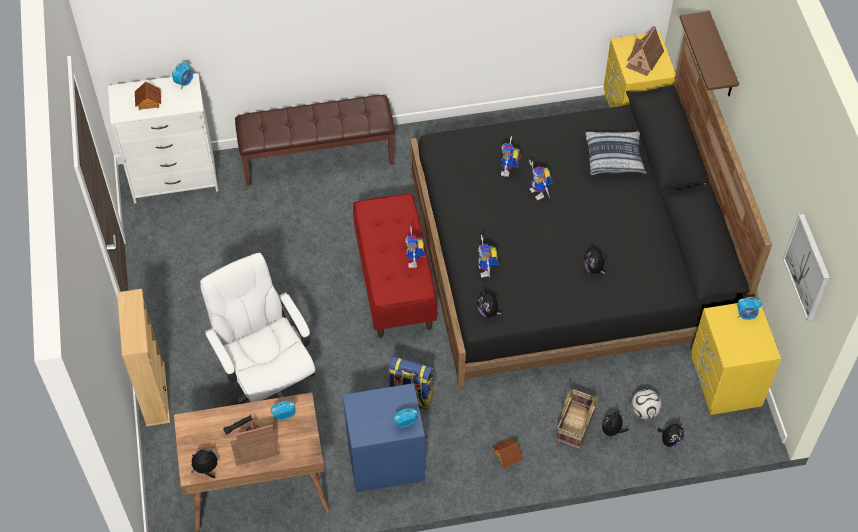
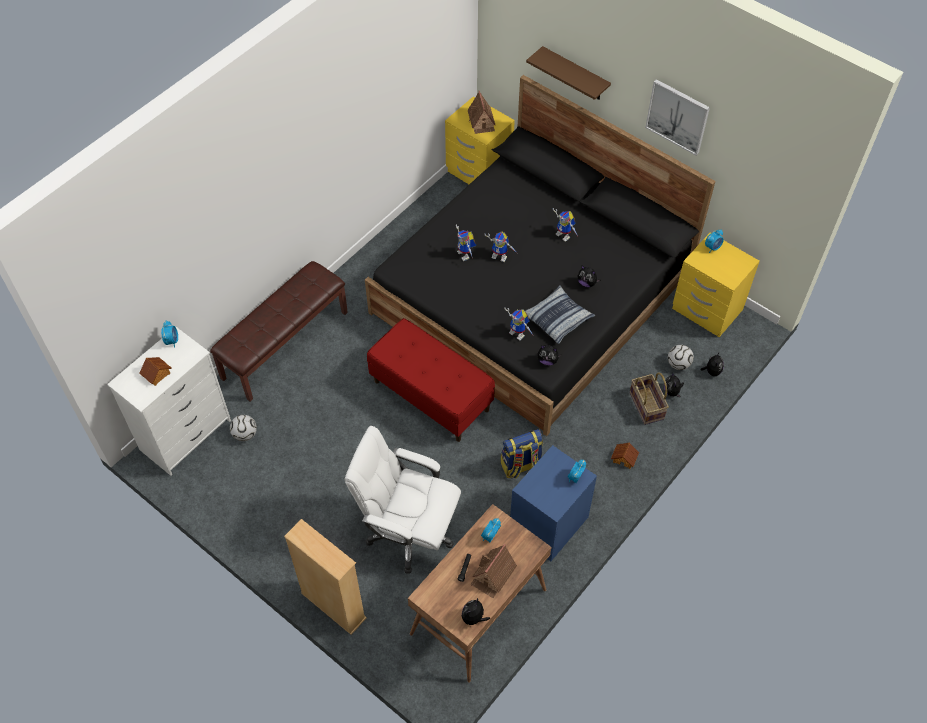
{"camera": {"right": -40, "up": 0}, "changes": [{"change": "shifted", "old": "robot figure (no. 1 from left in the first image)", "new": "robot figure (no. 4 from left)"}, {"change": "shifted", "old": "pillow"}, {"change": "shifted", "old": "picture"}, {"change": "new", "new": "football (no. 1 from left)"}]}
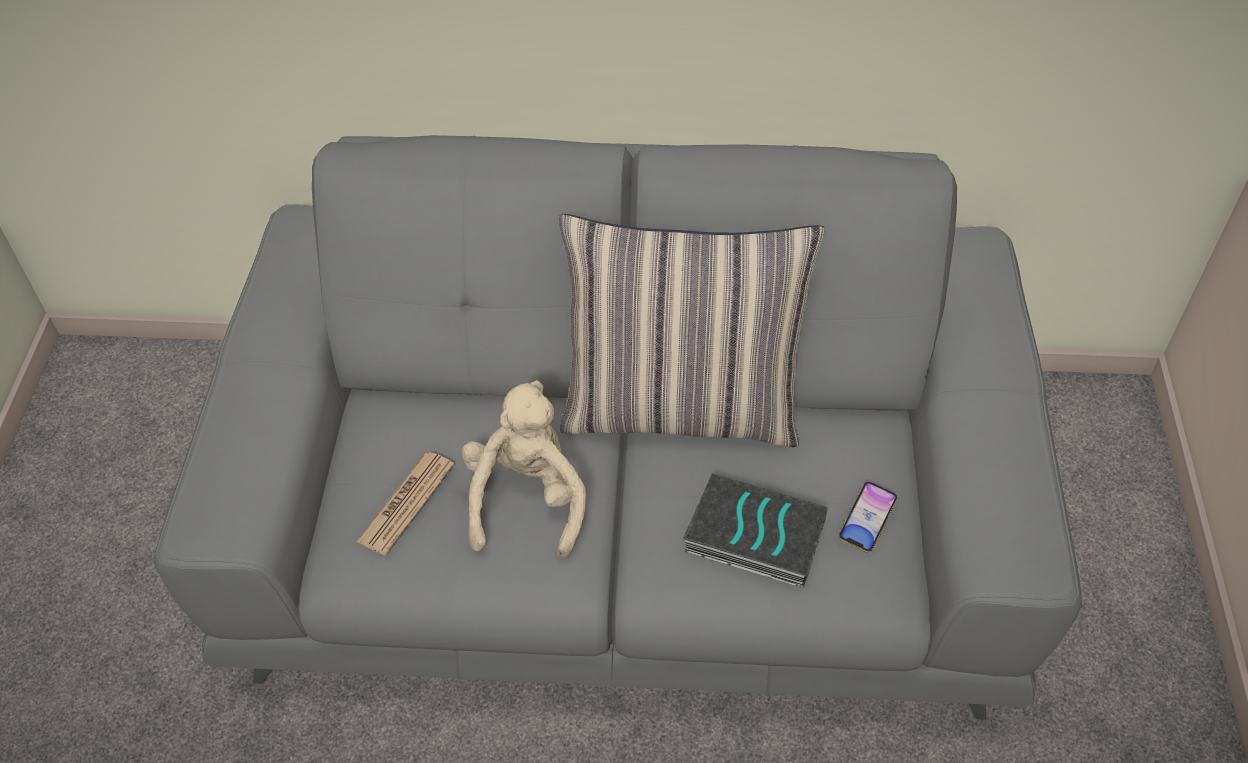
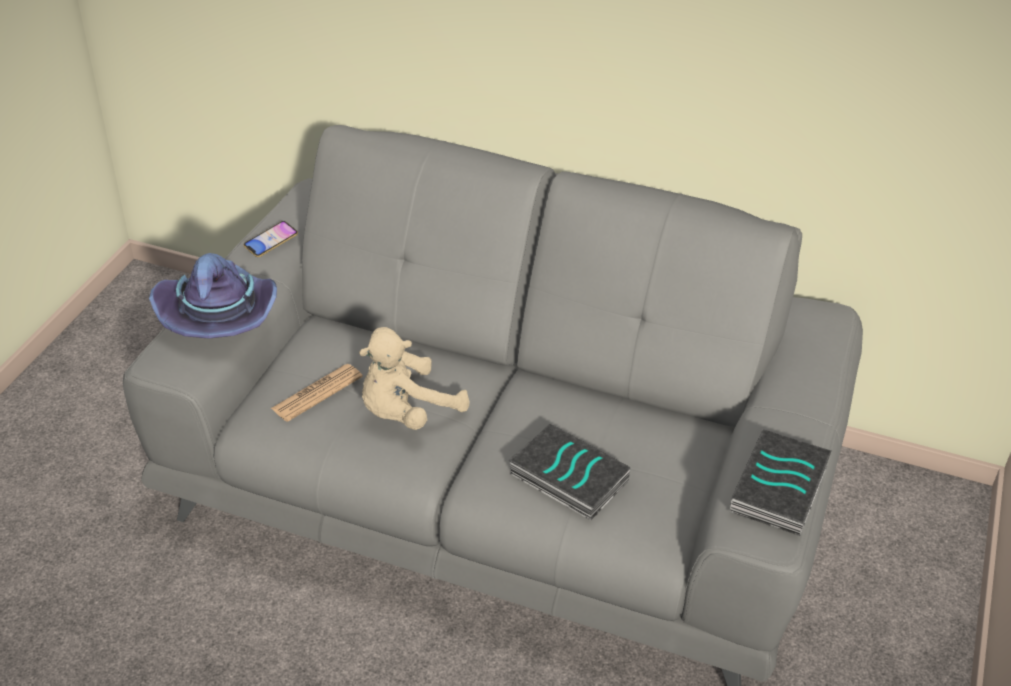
{"camera": {"right": 15, "up": -10}, "changes": [{"change": "rotated", "old": "plush toy/beige-coloured", "degrees": -150}, {"change": "gone", "old": "pillow"}, {"change": "shifted", "old": "handset"}, {"change": "new", "new": "clothing hat/purplish"}, {"change": "new", "new": "volume (no. 2 from left)"}]}
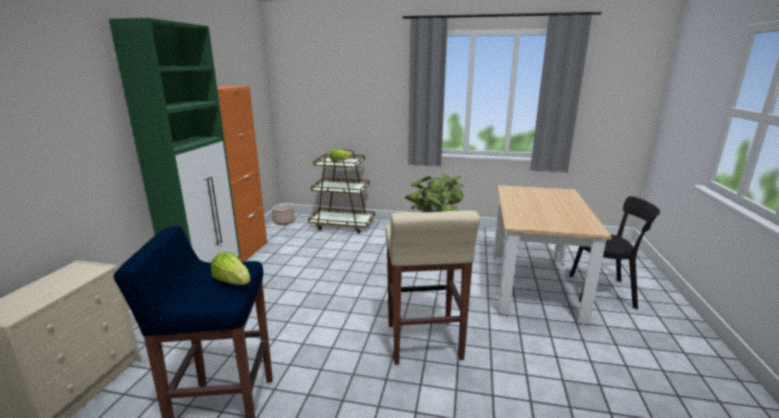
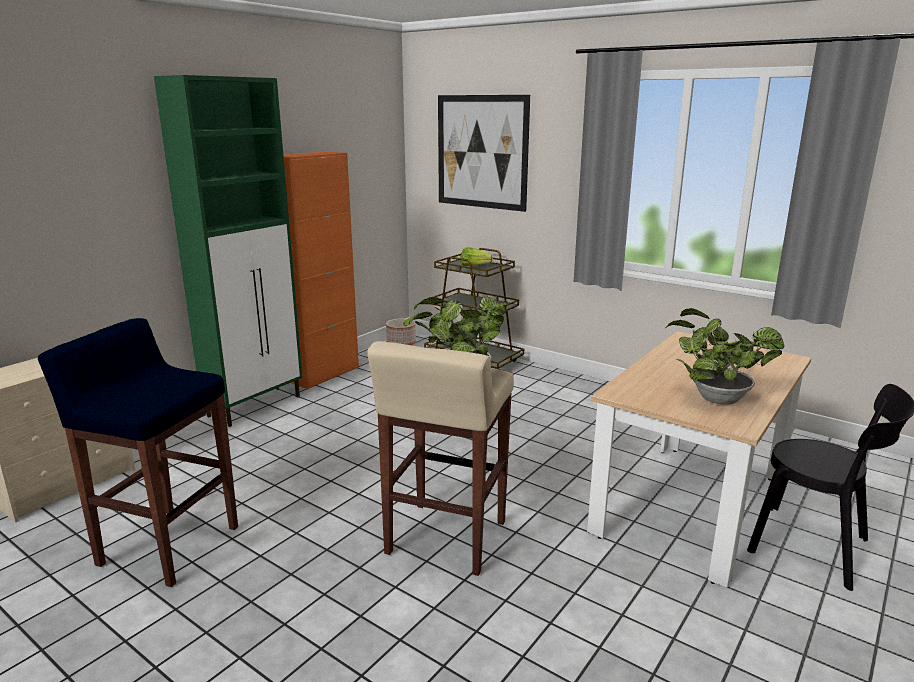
{"camera": {"right": 25, "up": 0}, "changes": [{"change": "gone", "old": "lettuce head (no. 1 from left)"}, {"change": "new", "new": "picture"}, {"change": "new", "new": "potted plant (no. 2 from left)"}]}
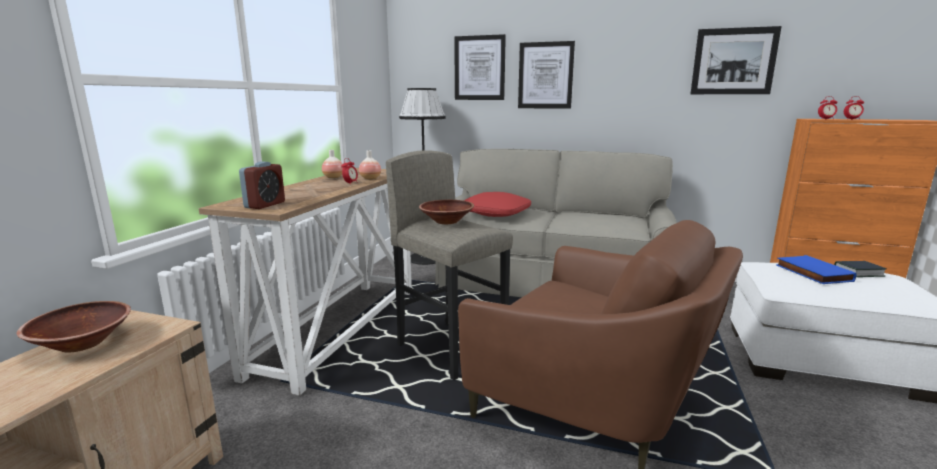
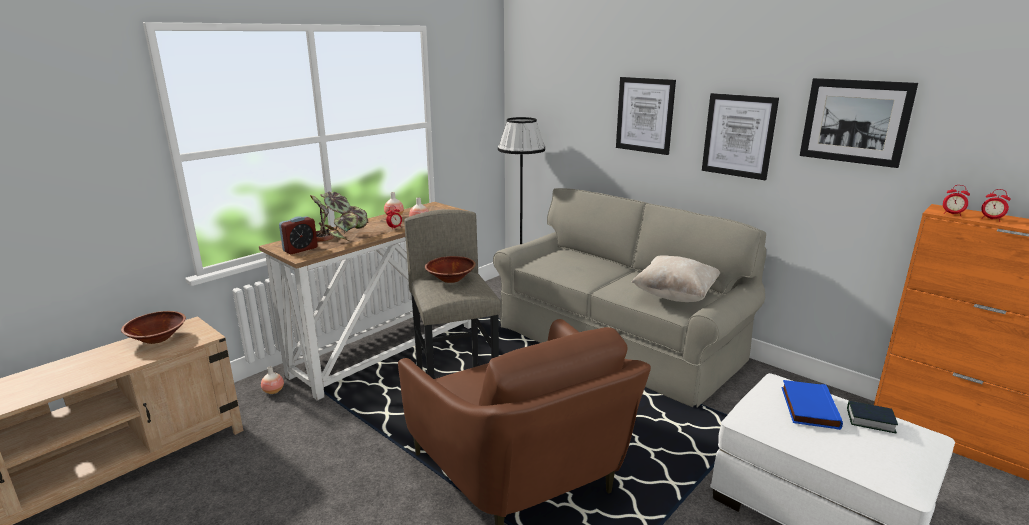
{"camera": {"right": 25, "up": 5}, "changes": [{"change": "shifted", "old": "picture (no. 1 from left in the first image)", "new": "picture (no. 2 from left)"}, {"change": "gone", "old": "pillow/red-coloured"}, {"change": "new", "new": "flower vase (no. 1 from left)"}, {"change": "new", "new": "potted plant"}, {"change": "new", "new": "pillow/beige-coloured"}]}
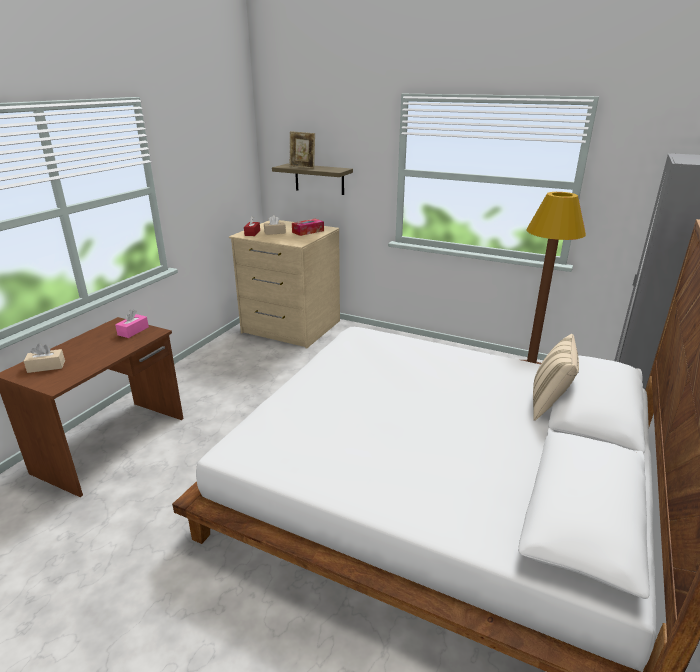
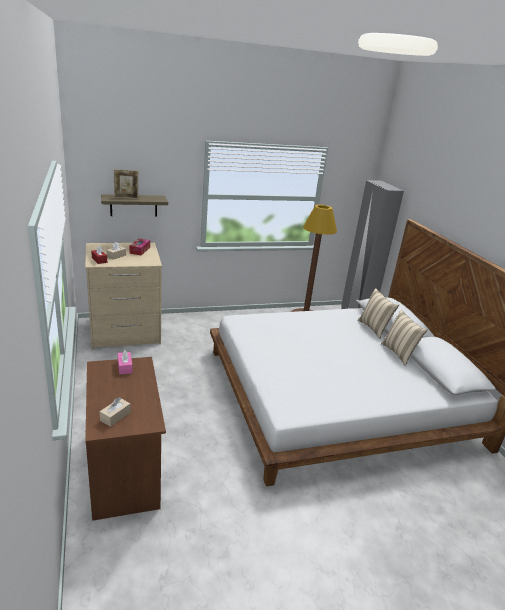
{"camera": {"right": -45, "up": 0}, "changes": [{"change": "new", "new": "pillow/beige-coloured (no. 2 from left)"}]}
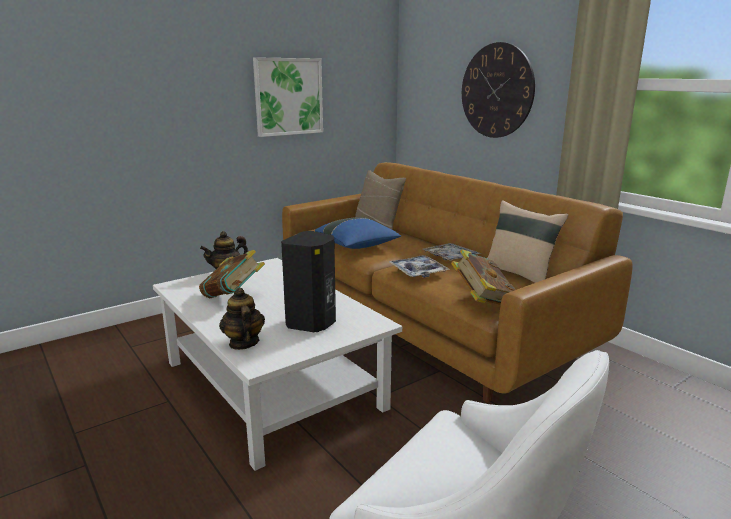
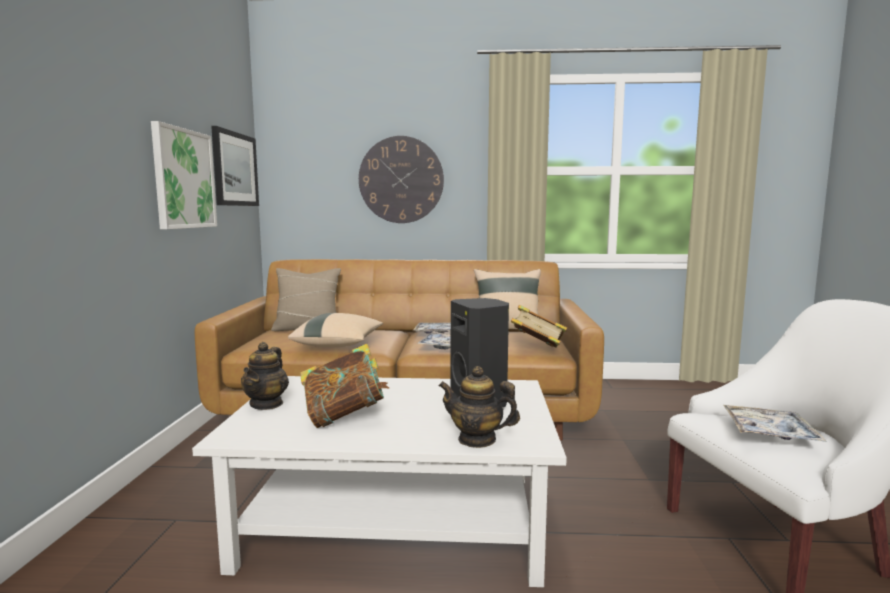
{"camera": {"right": -50, "up": -10}, "changes": [{"change": "repainted", "old": "pillow/bluish", "new": "pillow/beige-coloured (no. 2 from left)"}, {"change": "new", "new": "picture (no. 2 from left)"}, {"change": "new", "new": "carrying tray (no. 3 from left)"}]}
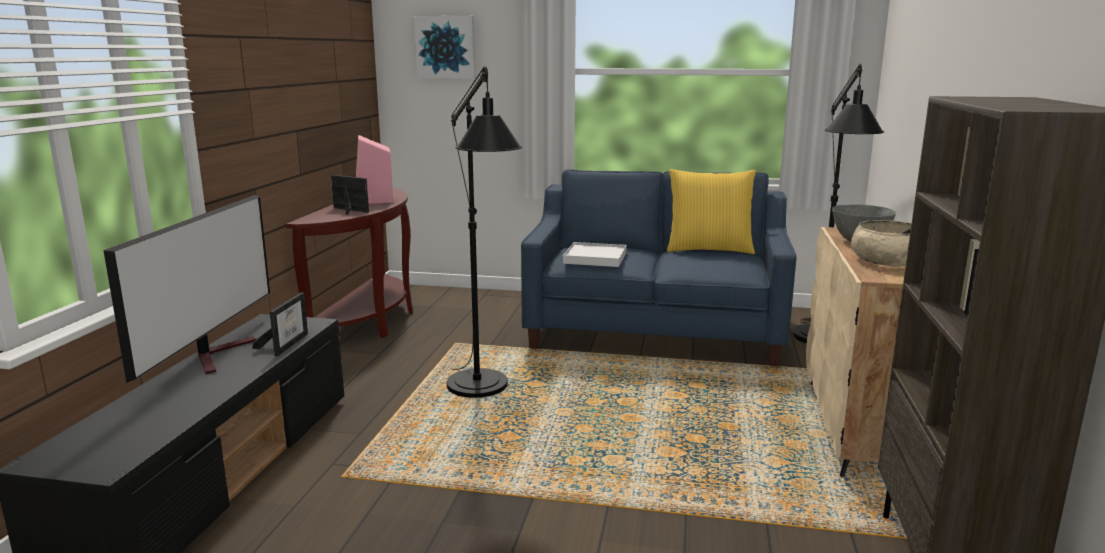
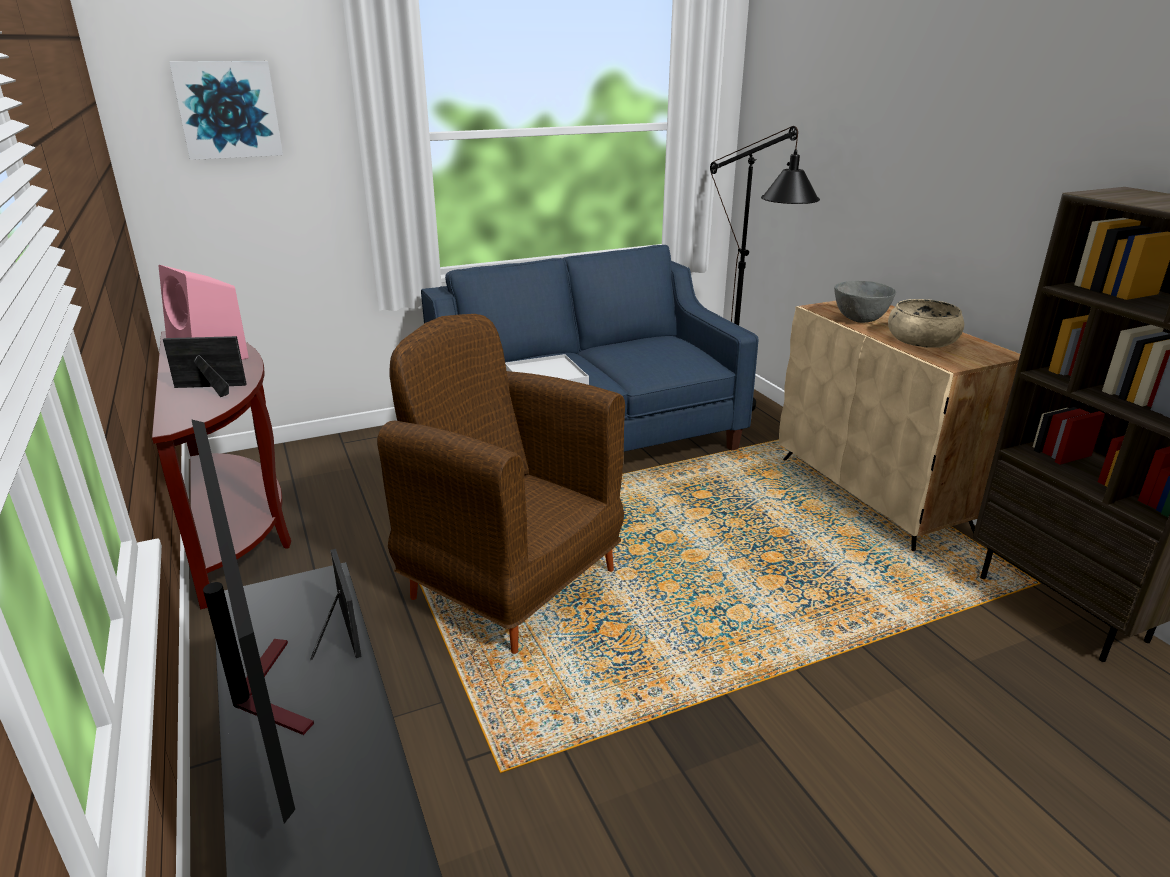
{"camera": {"right": -35, "up": 10}, "changes": [{"change": "swapped", "old": "standard lamp/black-coloured (no. 1 from left)", "new": "easy chair/brownish"}, {"change": "gone", "old": "pillow/yellow-coloured"}]}
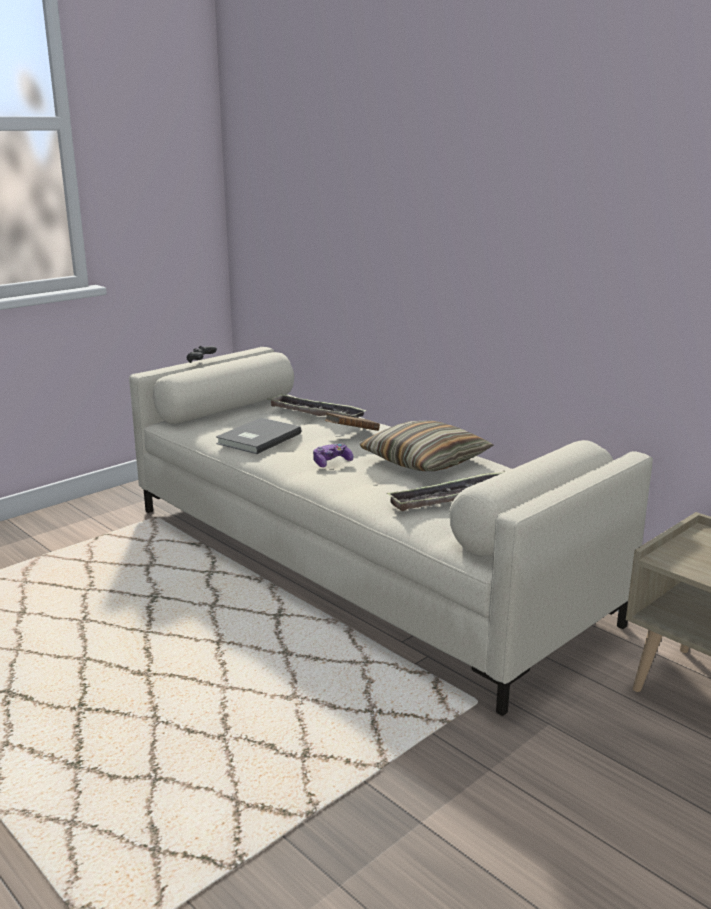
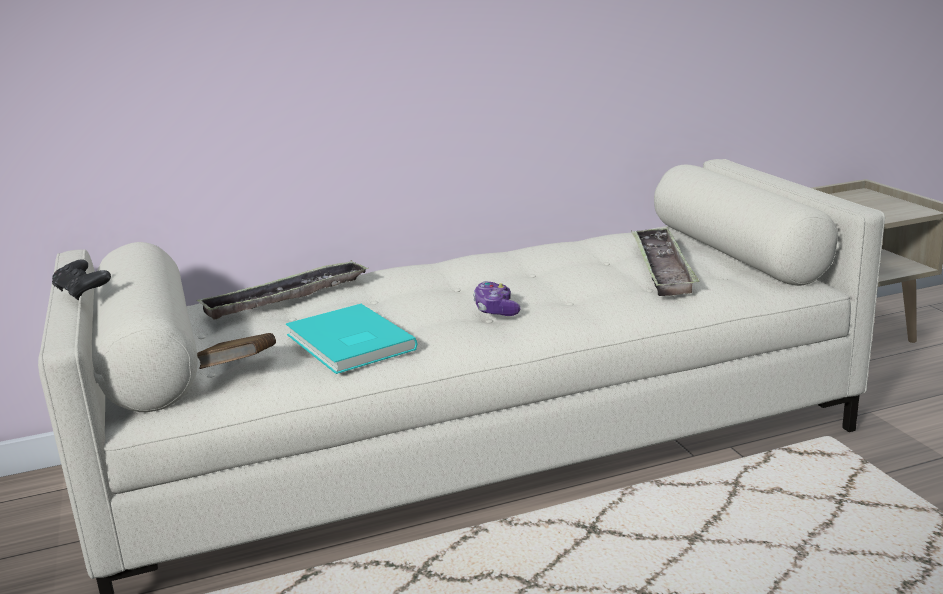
{"camera": {"right": -65, "up": 0}, "changes": [{"change": "repainted", "old": "volume/gray", "new": "volume/turquoise"}, {"change": "shifted", "old": "volume/brownish"}, {"change": "gone", "old": "pillow"}]}
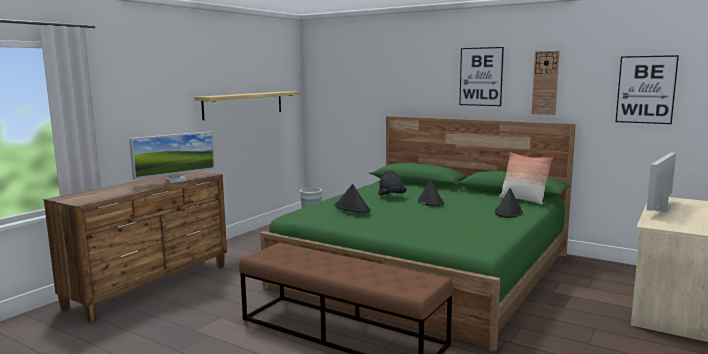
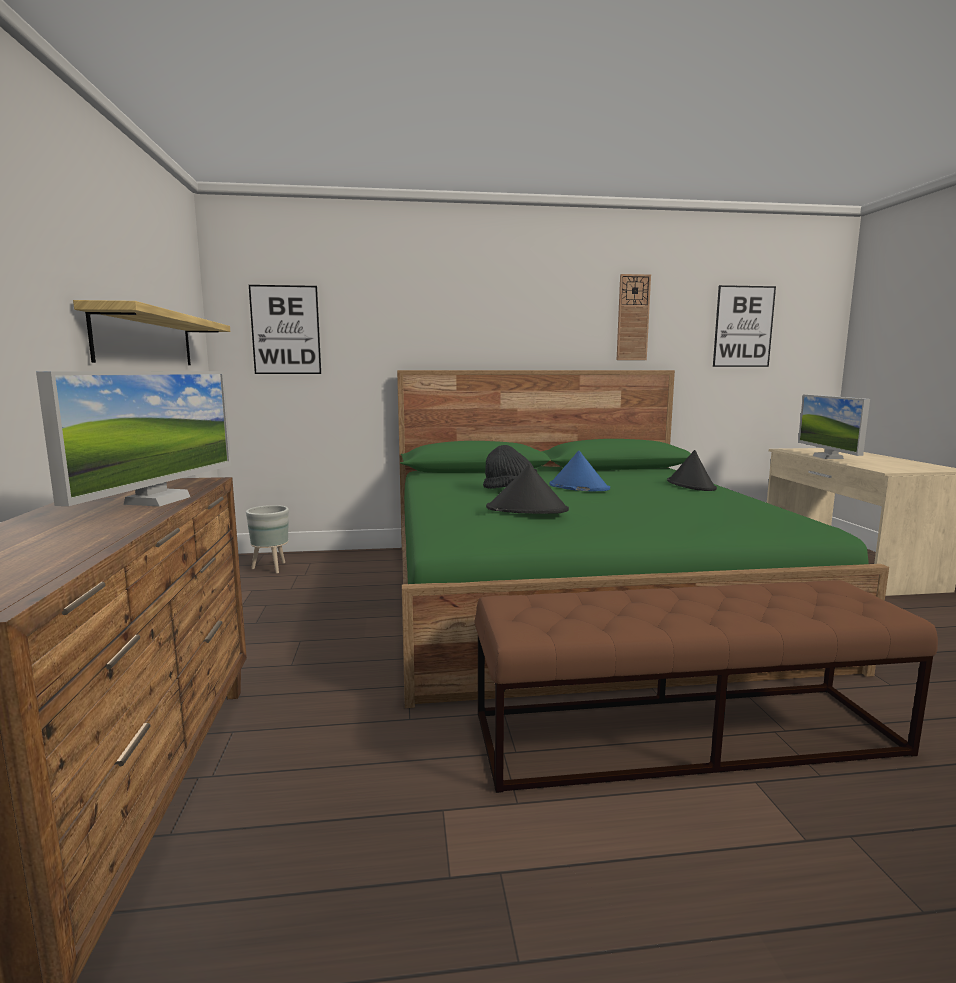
{"camera": {"right": -40, "up": 0}, "changes": [{"change": "repainted", "old": "clothing hat/black-coloured (no. 3 from left)", "new": "clothing hat/bluish"}, {"change": "shifted", "old": "picture (no. 1 from left)"}, {"change": "gone", "old": "pillow"}]}
